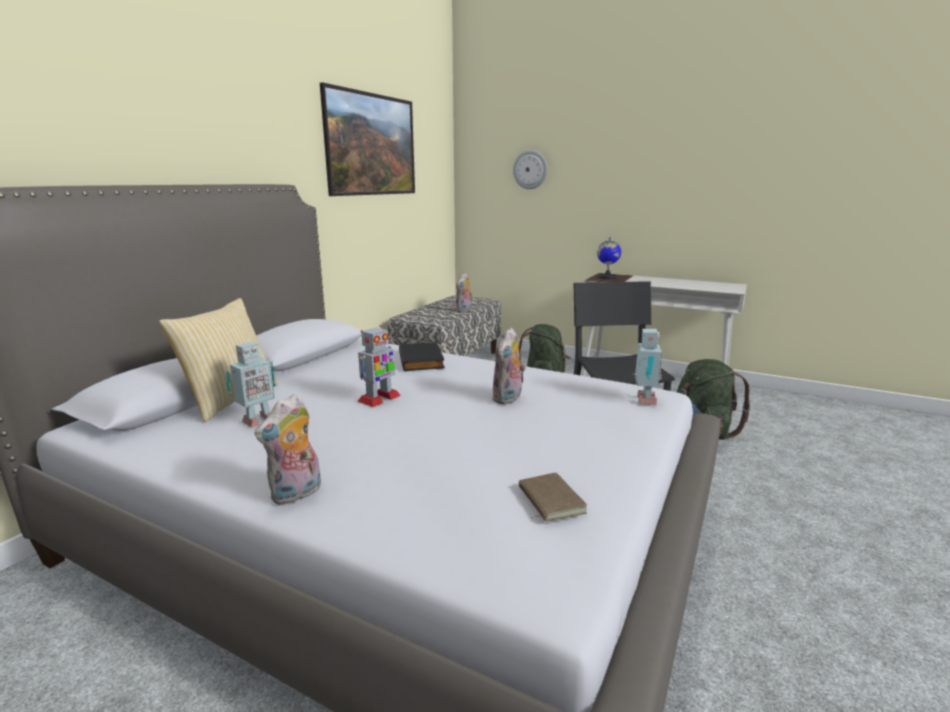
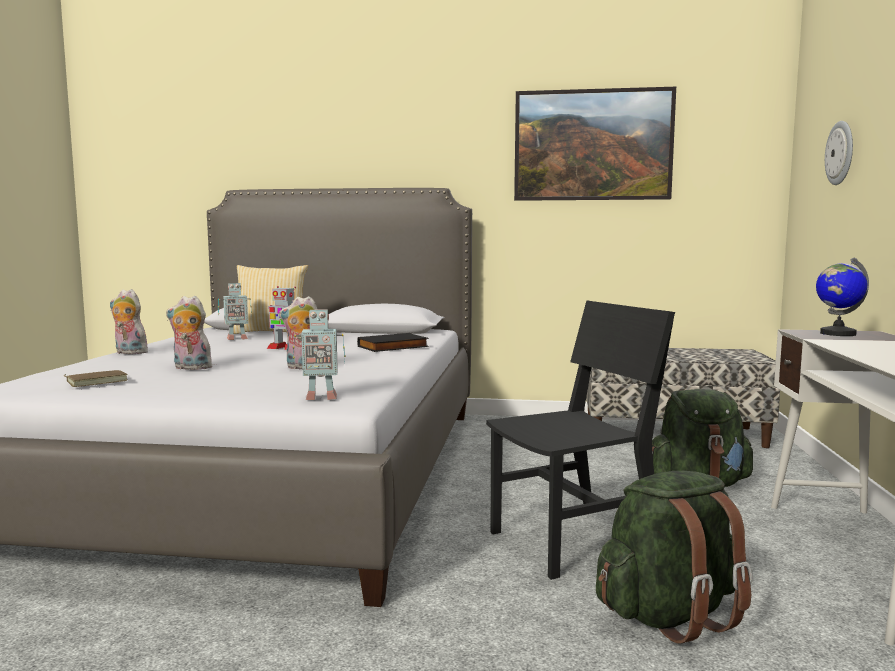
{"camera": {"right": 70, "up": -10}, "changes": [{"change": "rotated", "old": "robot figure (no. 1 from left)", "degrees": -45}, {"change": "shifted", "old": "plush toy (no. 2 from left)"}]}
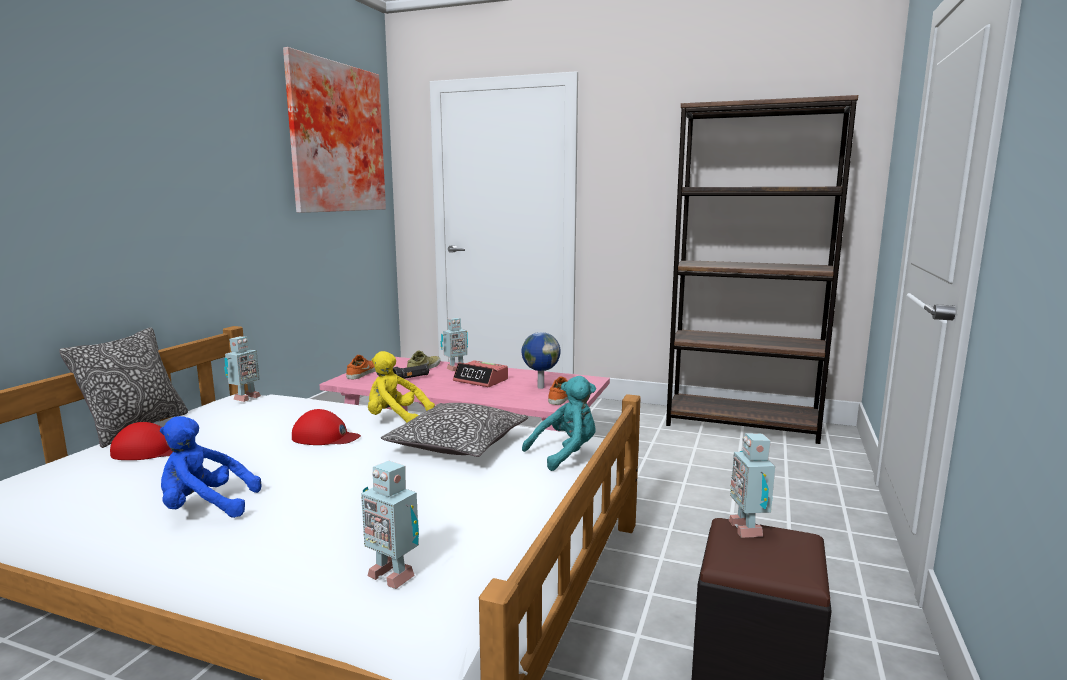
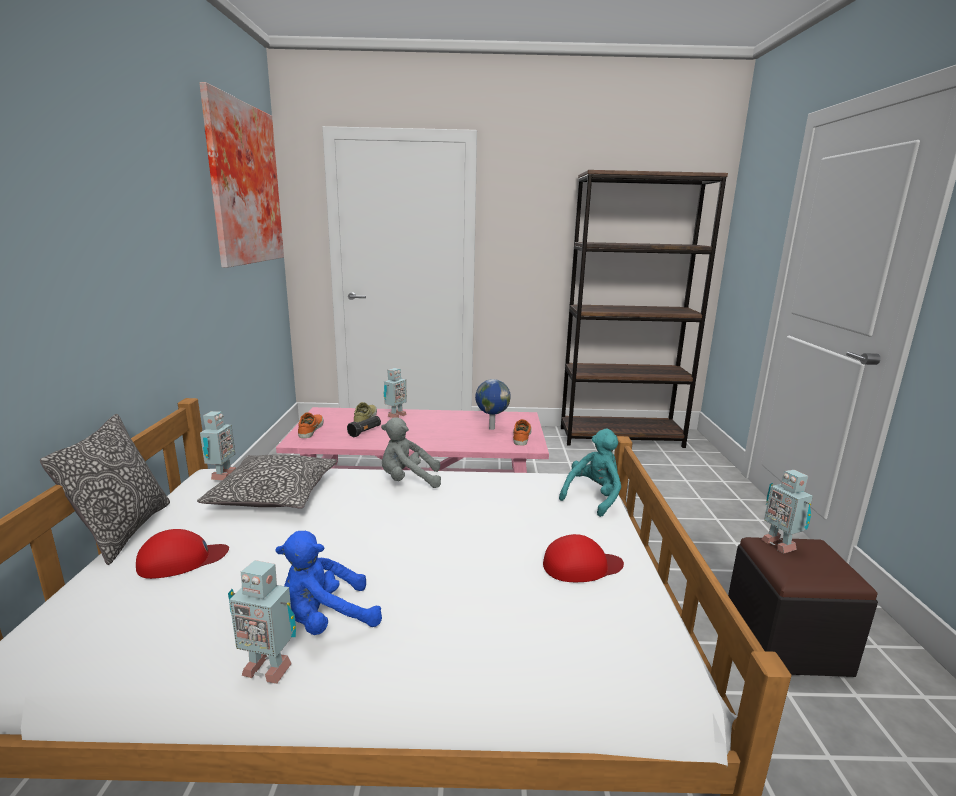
{"camera": {"right": -20, "up": 5}, "changes": [{"change": "shifted", "old": "peaked cap/red-coloured (no. 2 from left)"}, {"change": "shifted", "old": "robot figure (no. 2 from left)"}, {"change": "repainted", "old": "plush toy/yellow-coloured", "new": "plush toy/gray"}, {"change": "shifted", "old": "pillow (no. 2 from left)"}, {"change": "gone", "old": "bedside clock"}]}
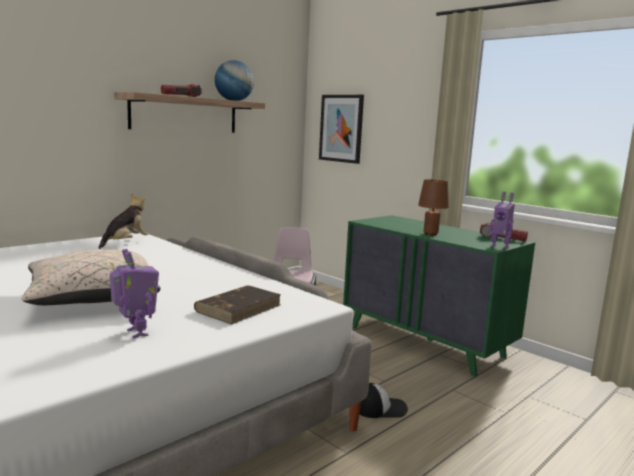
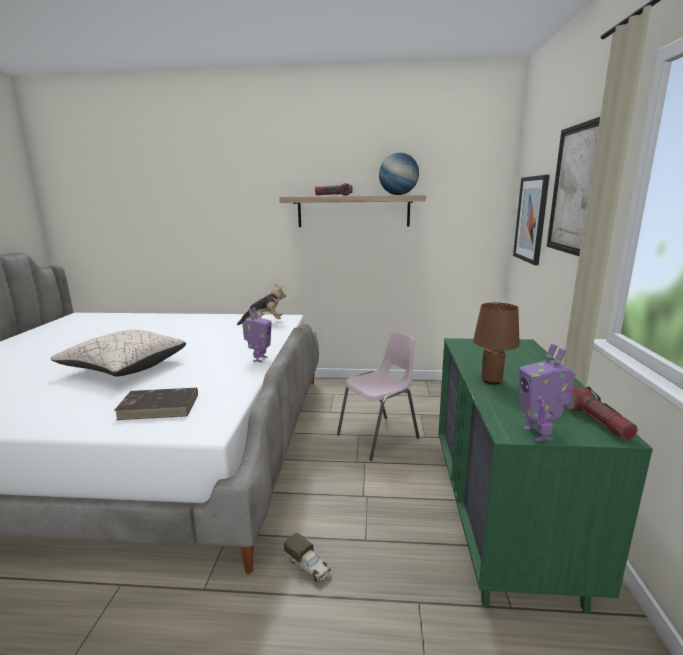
{"camera": {"right": 50, "up": 5}, "changes": [{"change": "shifted", "old": "robot figure (no. 1 from left)"}, {"change": "swapped", "old": "peaked cap", "new": "toy lorry"}, {"change": "new", "new": "picture (no. 2 from left)"}]}
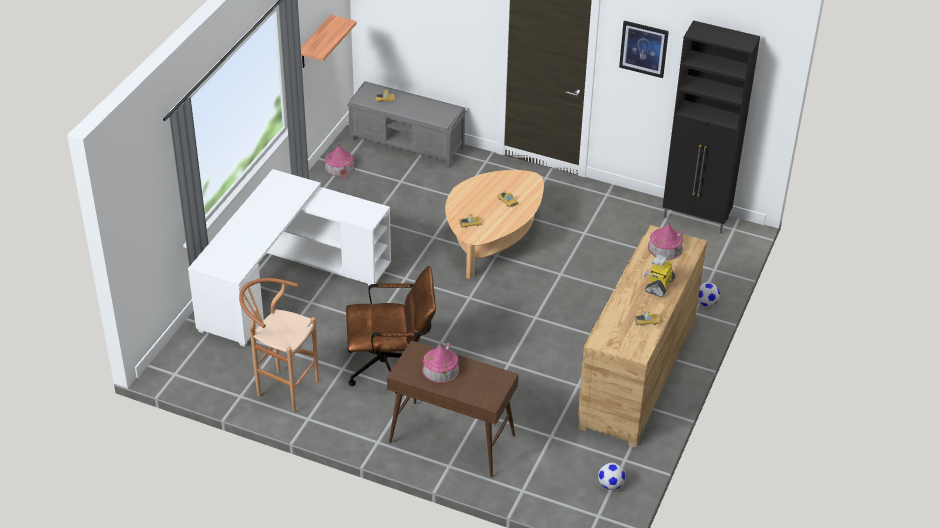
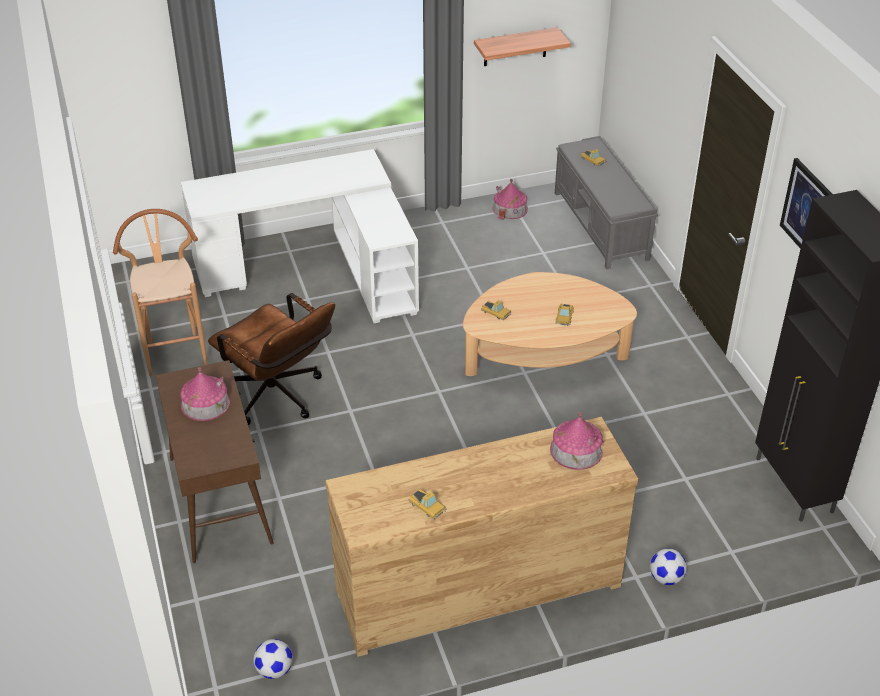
{"camera": {"right": 50, "up": 0}, "changes": [{"change": "gone", "old": "robot figure"}]}
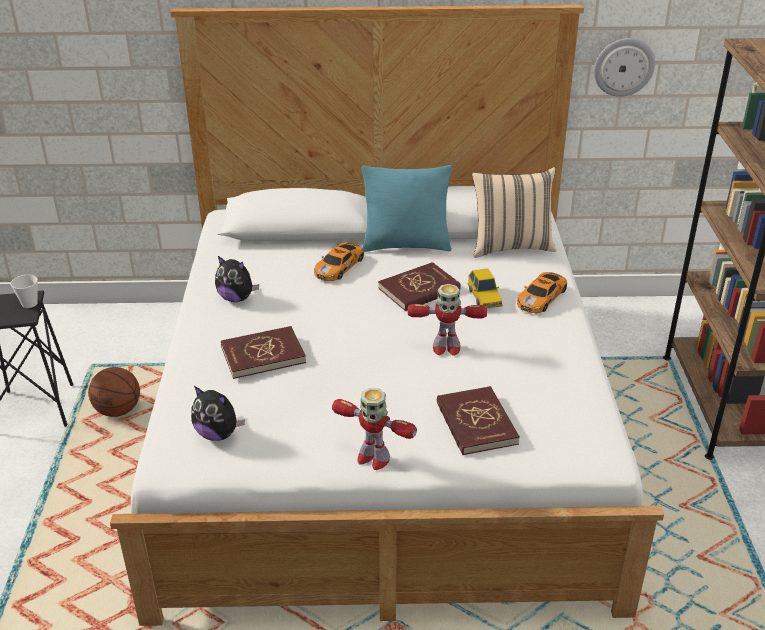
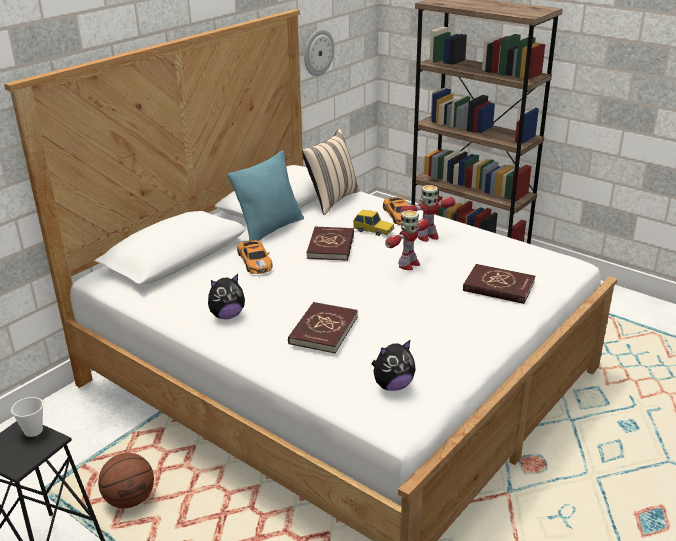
{"camera": {"right": -50, "up": -5}, "changes": [{"change": "shifted", "old": "robot figure (no. 1 from left in the first image)", "new": "robot figure (no. 2 from left)"}]}
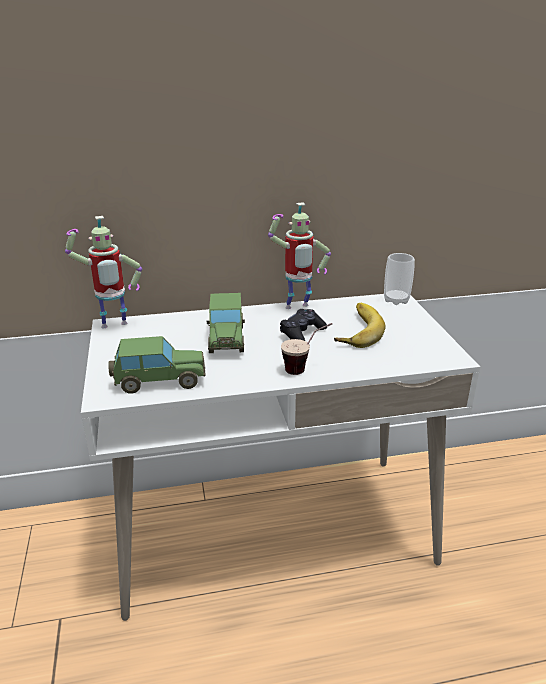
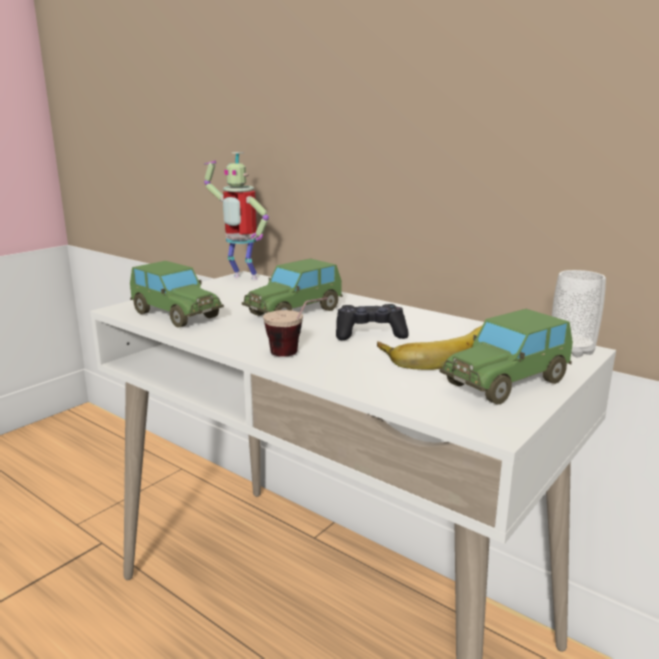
{"camera": {"right": 50, "up": -10}, "changes": [{"change": "gone", "old": "robot figure (no. 2 from left)"}, {"change": "new", "new": "toy car (no. 3 from left)"}]}
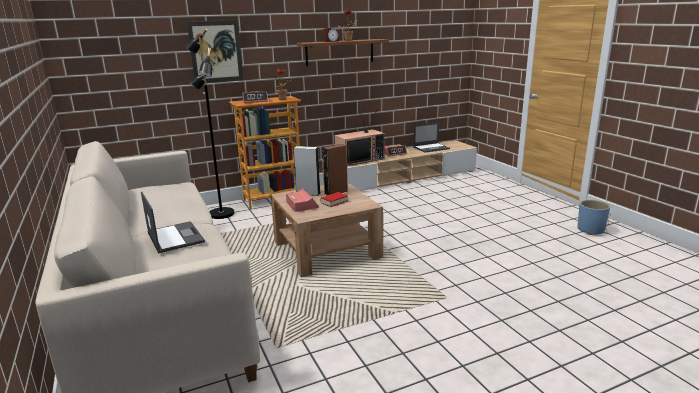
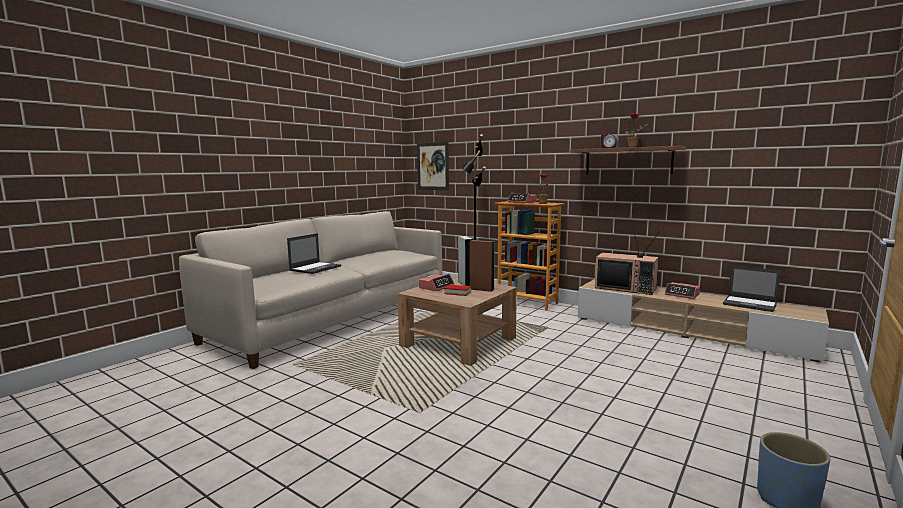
{"camera": {"right": 60, "up": -10}, "changes": [{"change": "shifted", "old": "picture"}]}
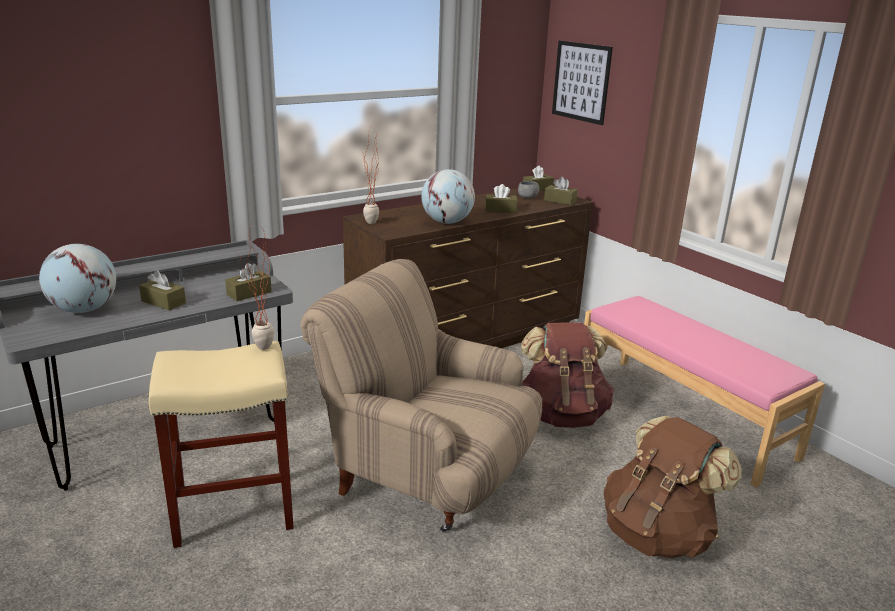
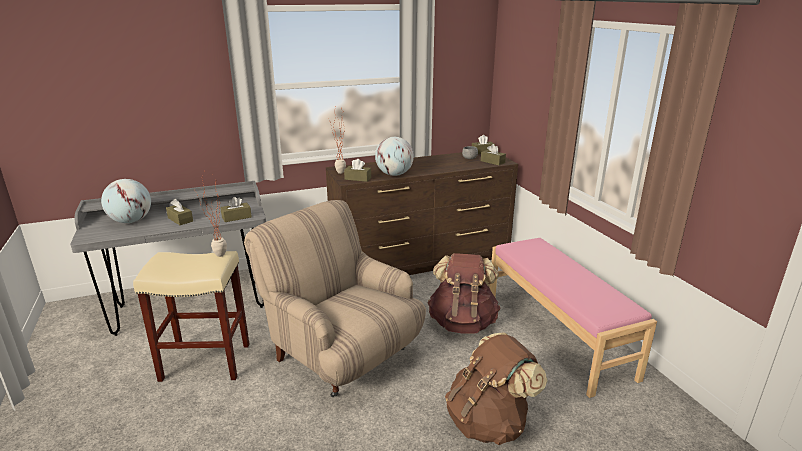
{"camera": {"right": 15, "up": 0}, "changes": [{"change": "shifted", "old": "tissue holder/brownish (no. 3 from left)"}, {"change": "gone", "old": "picture"}]}
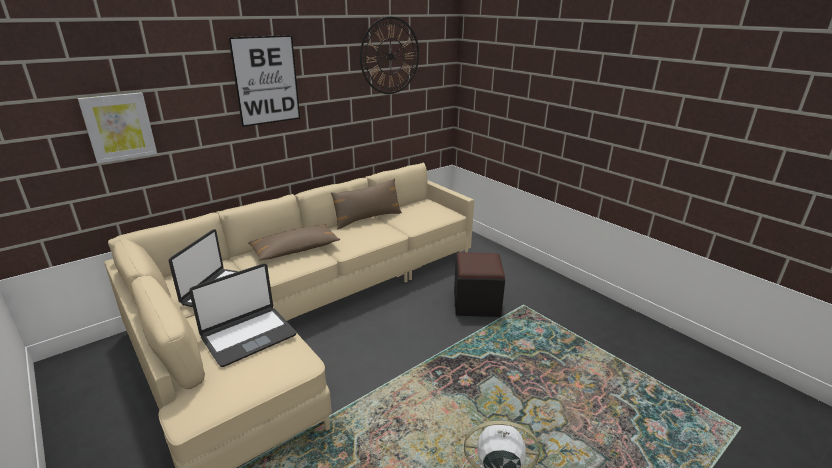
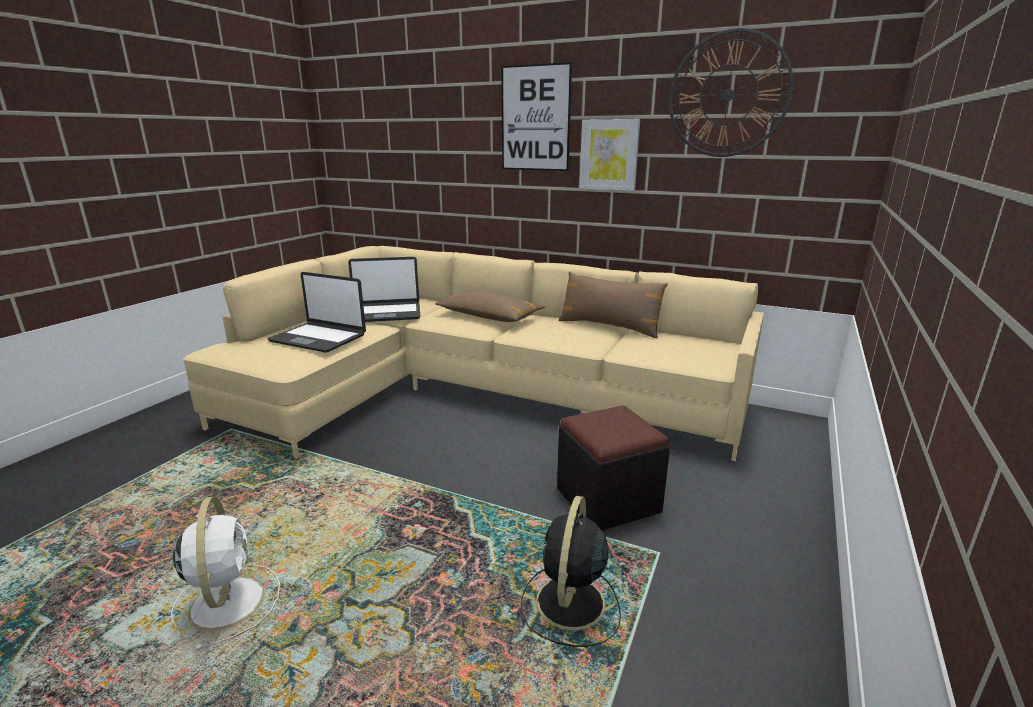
{"camera": {"right": 65, "up": -5}, "changes": [{"change": "shifted", "old": "picture (no. 1 from left in the first image)", "new": "picture (no. 2 from left)"}, {"change": "new", "new": "electric fan/black-coloured"}]}
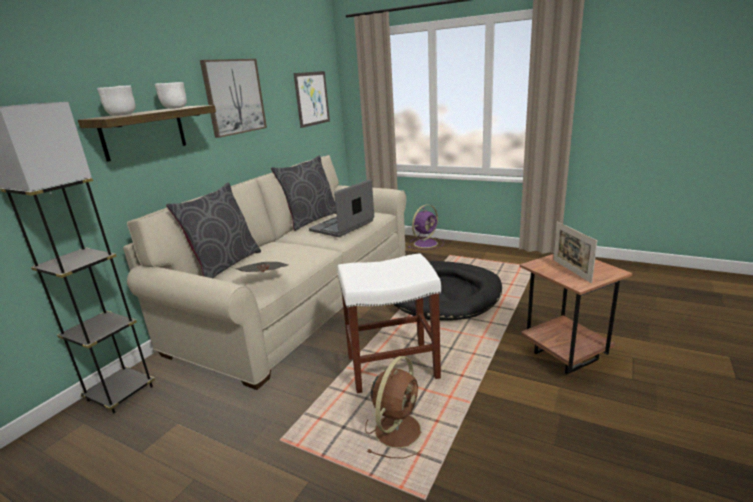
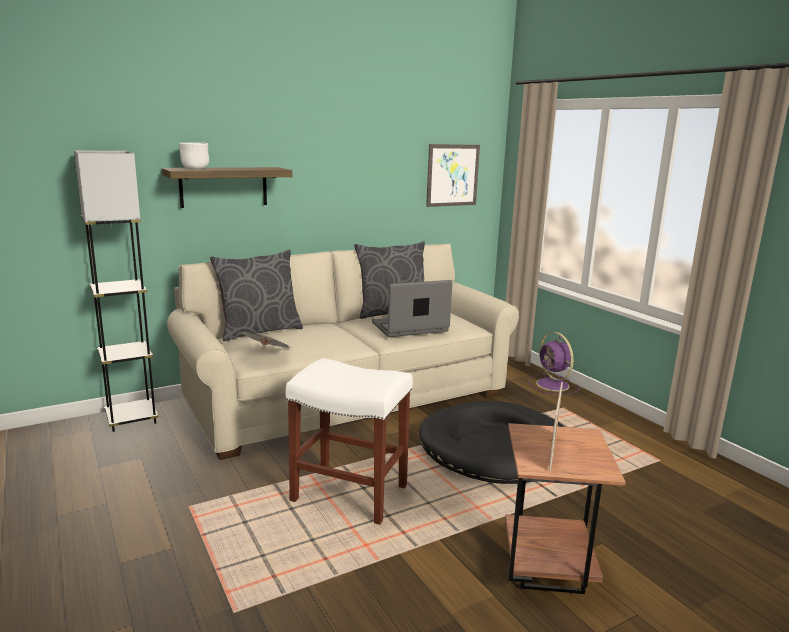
{"camera": {"right": 30, "up": -5}, "changes": [{"change": "gone", "old": "bowl/white-coloured (no. 2 from left)"}, {"change": "gone", "old": "picture (no. 1 from left)"}, {"change": "gone", "old": "electric fan/brownish"}, {"change": "rotated", "old": "electric fan/purplish", "degrees": 75}]}
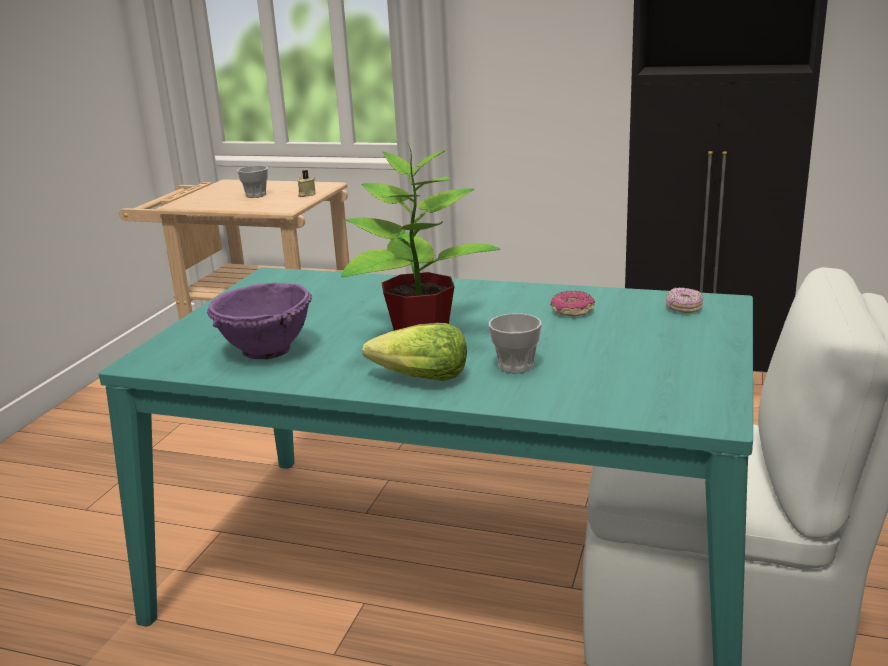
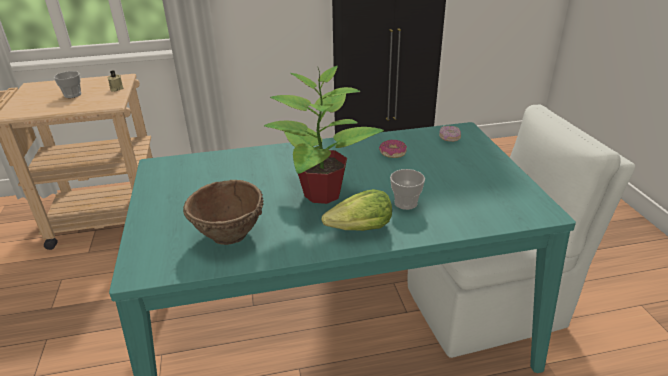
{"camera": {"right": -30, "up": 10}, "changes": [{"change": "repainted", "old": "bowl/purplish", "new": "bowl/brownish"}]}
